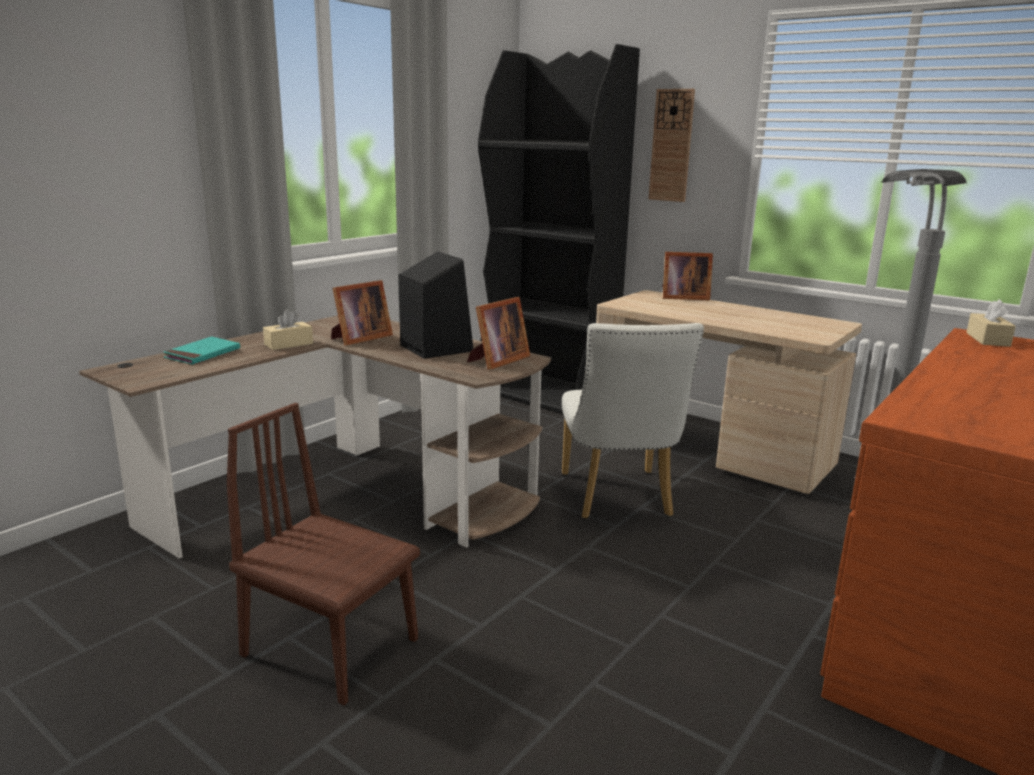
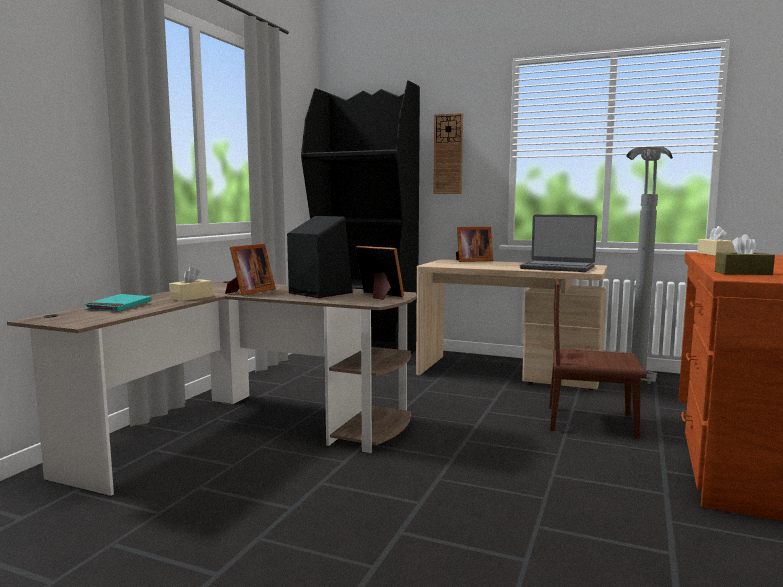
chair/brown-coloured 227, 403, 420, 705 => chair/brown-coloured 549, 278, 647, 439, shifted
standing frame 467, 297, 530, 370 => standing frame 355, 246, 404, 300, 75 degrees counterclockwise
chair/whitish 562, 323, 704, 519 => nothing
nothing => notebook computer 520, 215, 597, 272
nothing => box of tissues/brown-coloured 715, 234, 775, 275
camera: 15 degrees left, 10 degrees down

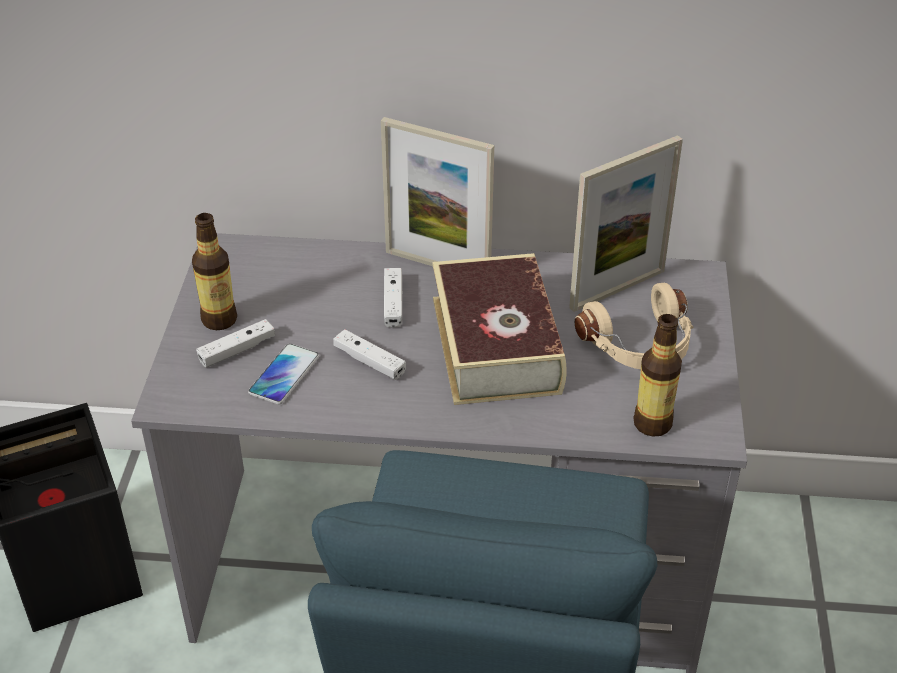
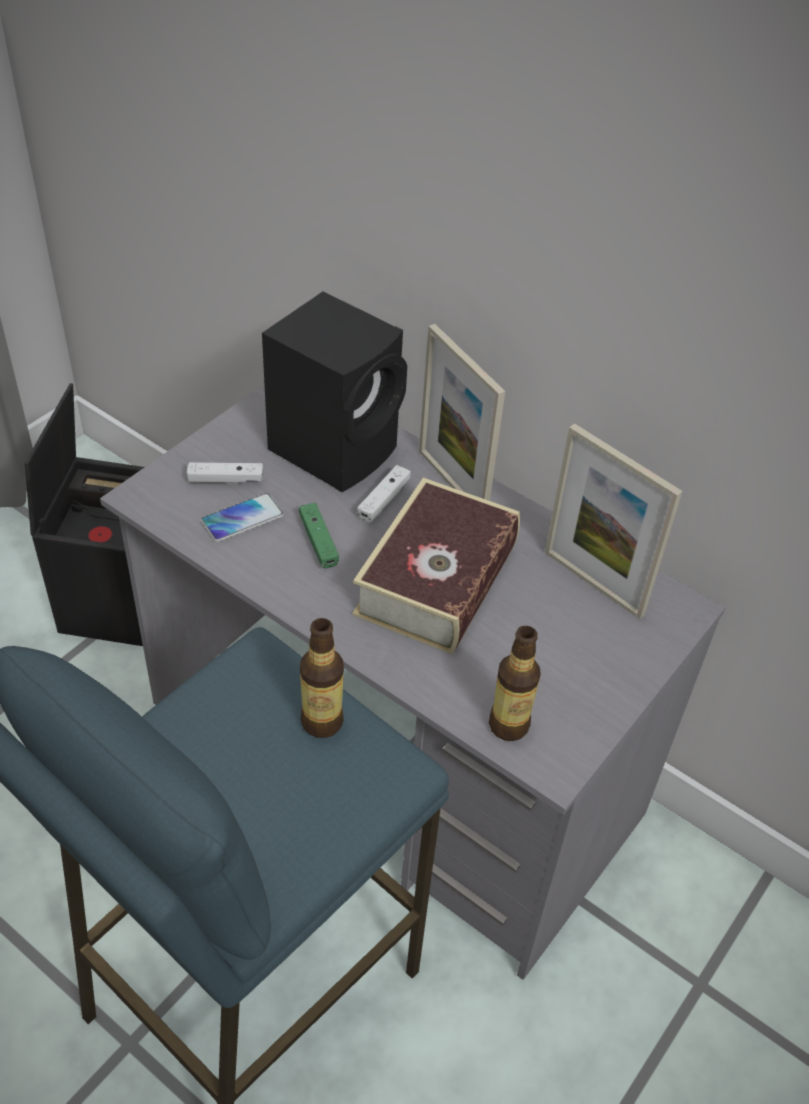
beverage bottle 192, 213, 237, 330 => beverage bottle 300, 618, 344, 738, shifted
joypad/whitish 333, 329, 406, 380 => joypad/green 299, 503, 339, 568
standing frame 569, 135, 683, 312 => standing frame 545, 424, 682, 619, 45 degrees clockwise
headset/beige-coloured 574, 283, 693, 369 => nothing
nothing => audio speaker/black 262, 291, 407, 492
camera: 30 degrees right, 5 degrees up

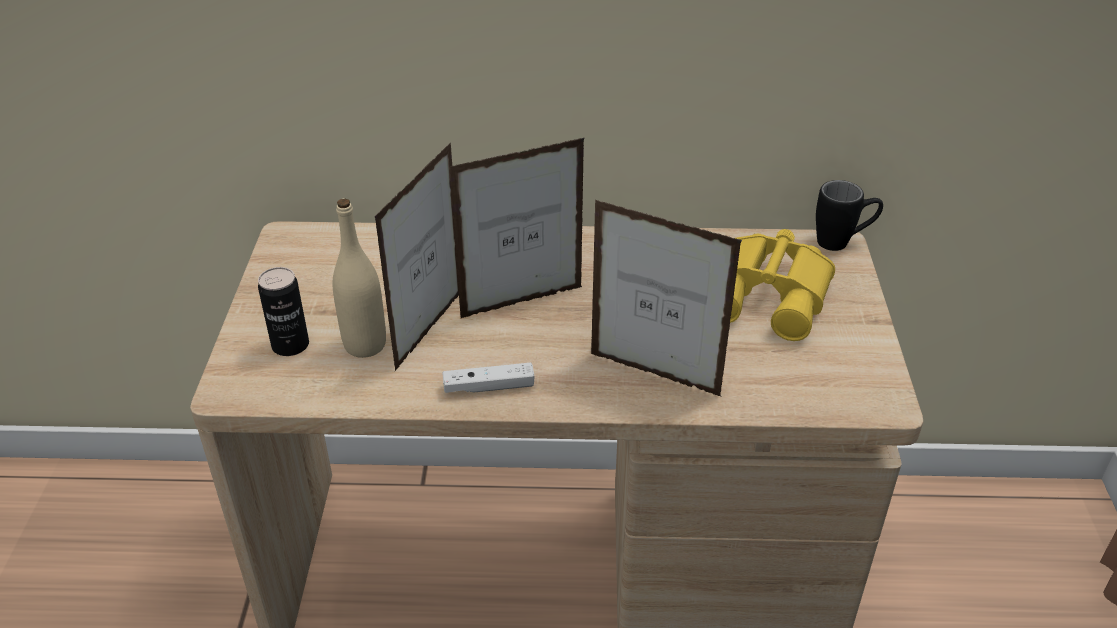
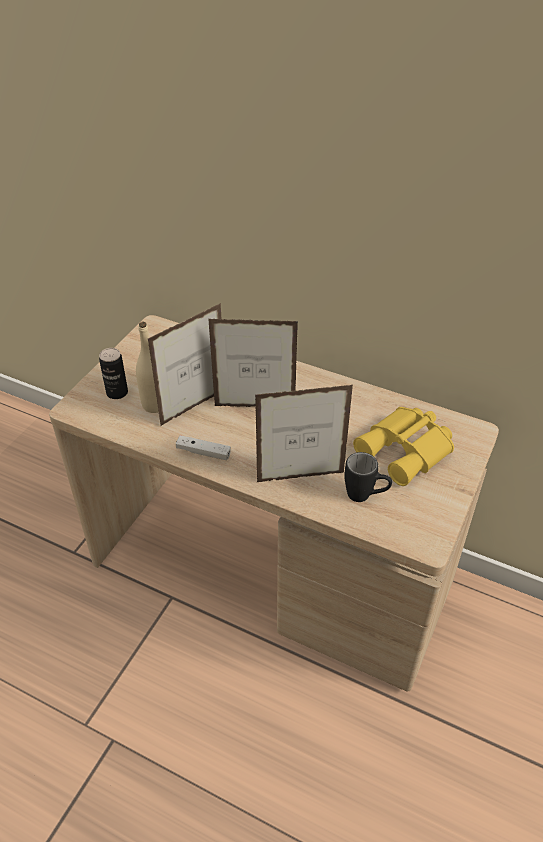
standing frame 591, 200, 742, 397 => standing frame 255, 385, 353, 482, 120 degrees clockwise
tea mug/black 816, 180, 883, 251 => tea mug/black 344, 452, 392, 502, shifted
camera: 25 degrees right, 5 degrees up

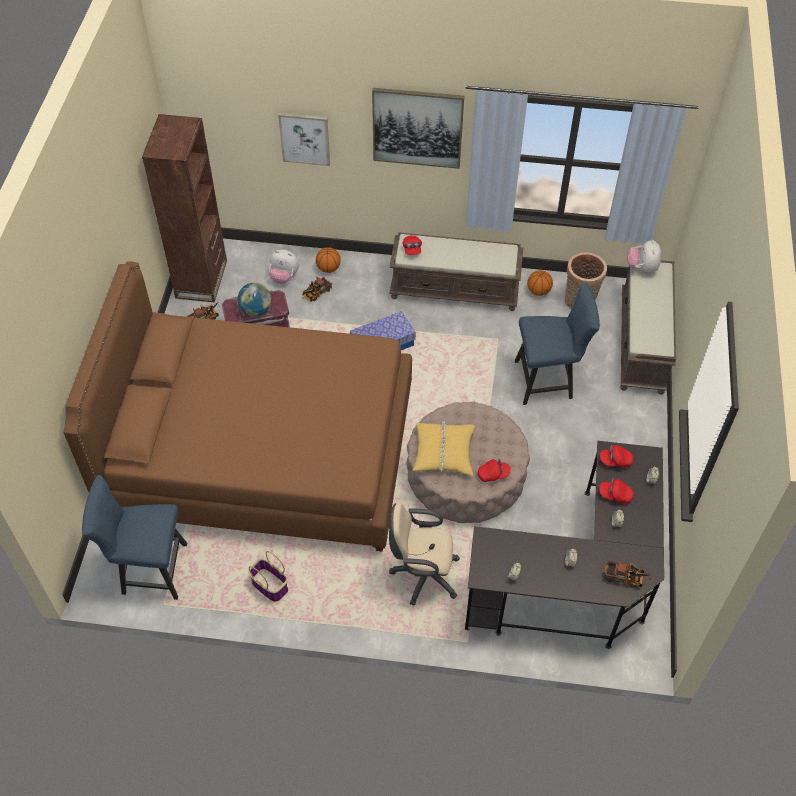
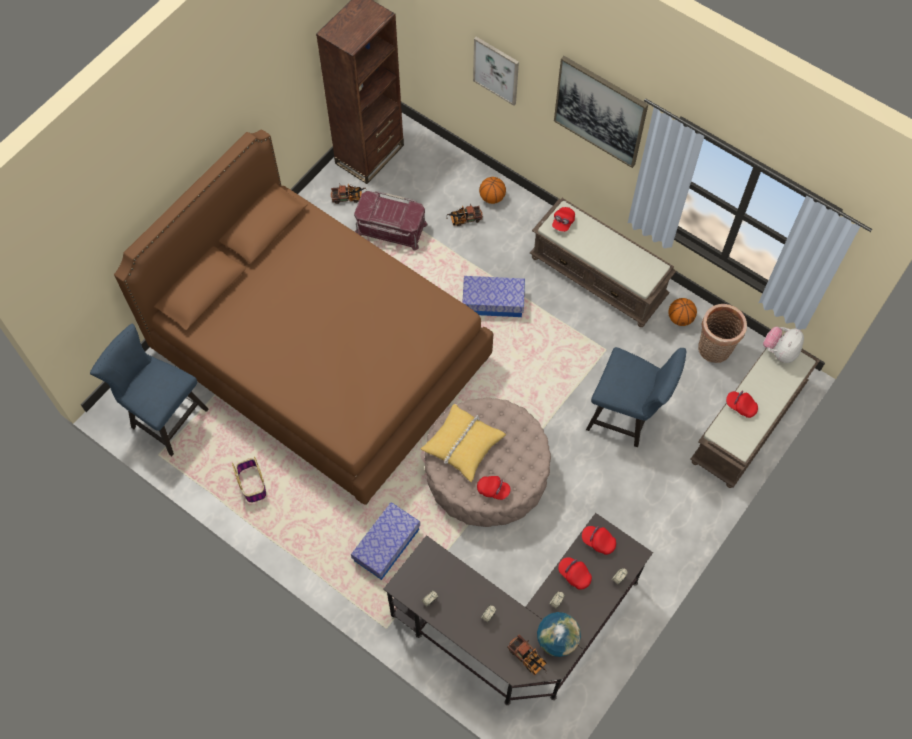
desk globe 238, 283, 271, 316 => desk globe 537, 612, 581, 657, shifted
plush toy 269, 250, 299, 284 => nothing
computer chair/beige-coloured 389, 503, 460, 606 => storage bin 351, 502, 420, 580
nothing => cap/red-coloured 726, 391, 758, 418
camera: 30 degrees right, 10 degrees up

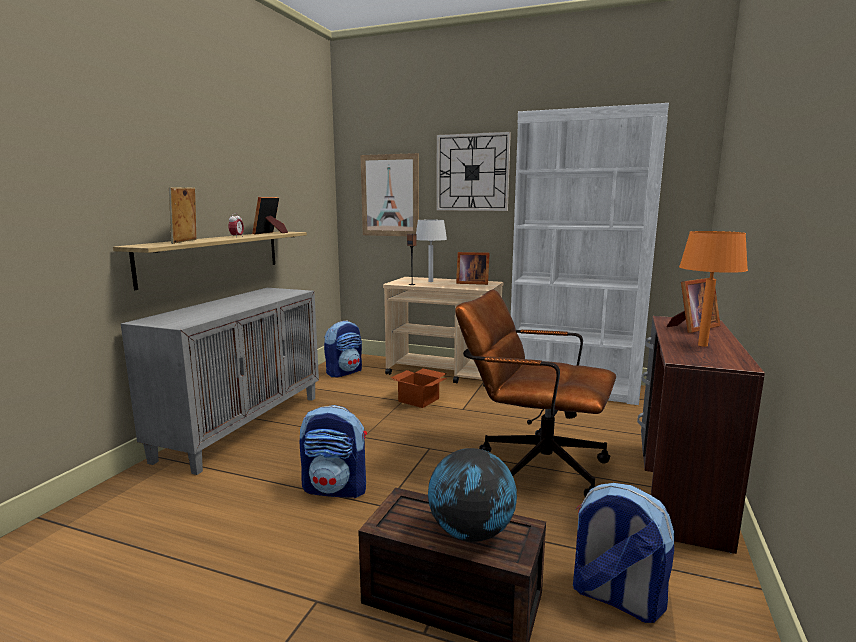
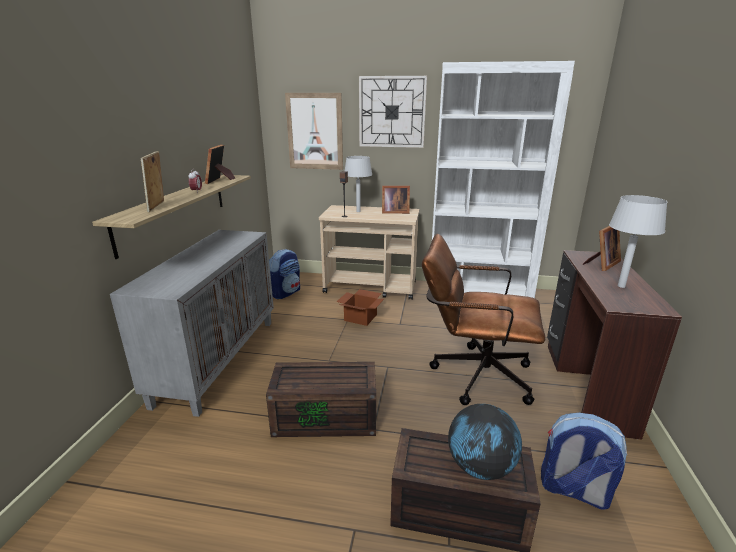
knapsack 300, 405, 367, 498 => storage bin/brown-coloured 266, 362, 376, 437
tabletop lamp/orange-coloured 679, 231, 748, 347 => tabletop lamp/gray 609, 195, 668, 288
camera: 10 degrees left, 10 degrees up

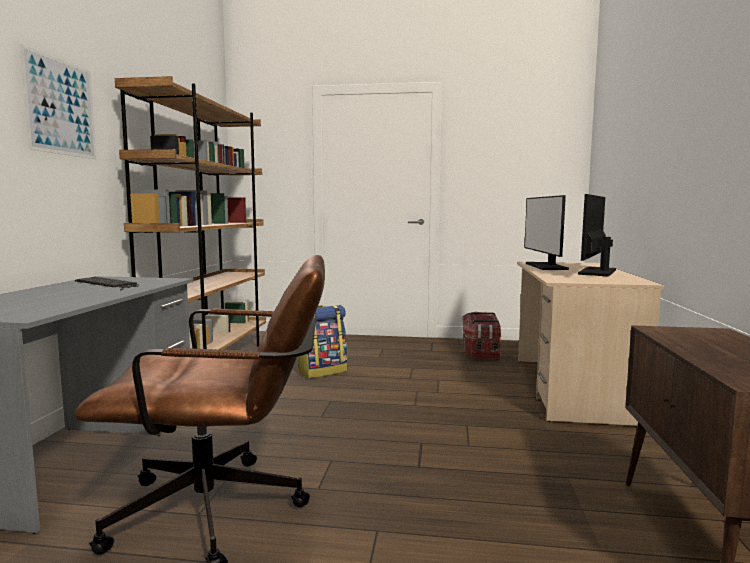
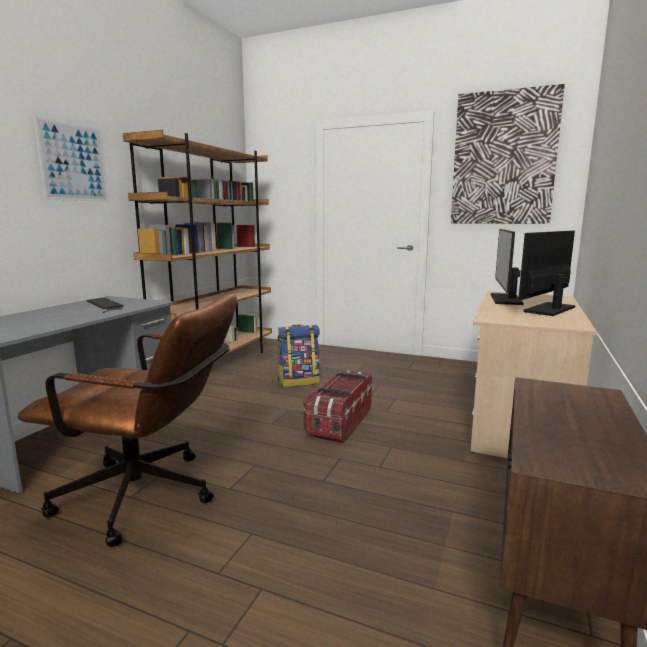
storage bin 462, 311, 501, 360 => storage bin 303, 370, 372, 444, shifted
nothing => wall picture 451, 84, 565, 224
camera: 15 degrees right, 5 degrees up

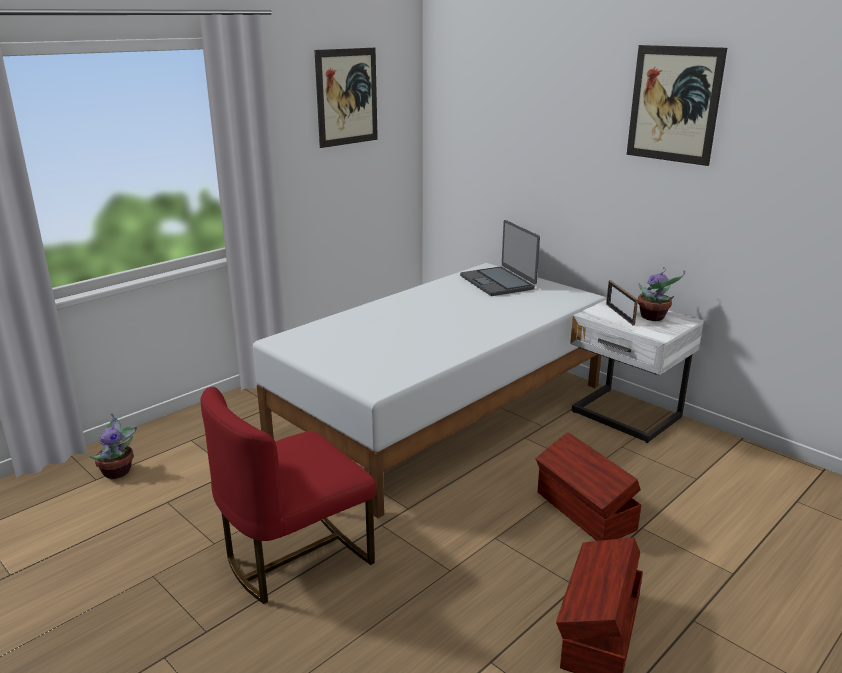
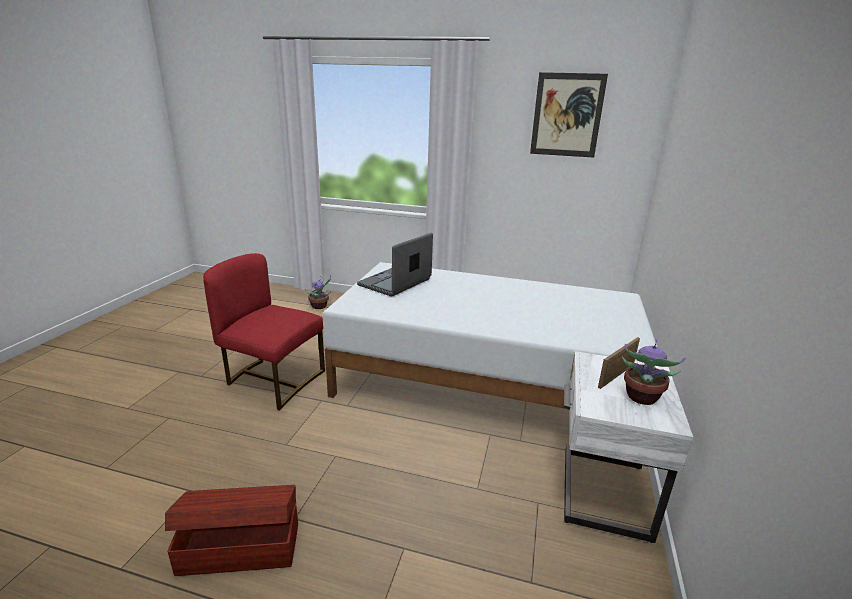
notebook computer 460, 220, 540, 296 => notebook computer 357, 233, 433, 297, shifted
storage bin/brown-coloured 535, 432, 642, 541 => nothing
wall picture 627, 45, 727, 166 => nothing
camera: 60 degrees right, 0 degrees up

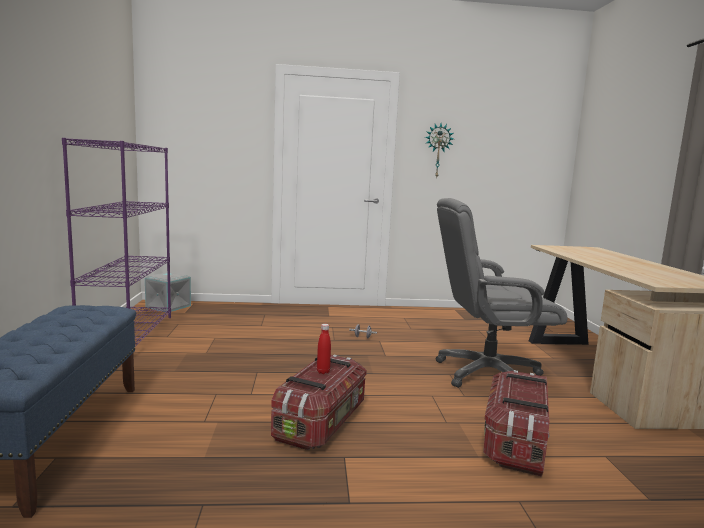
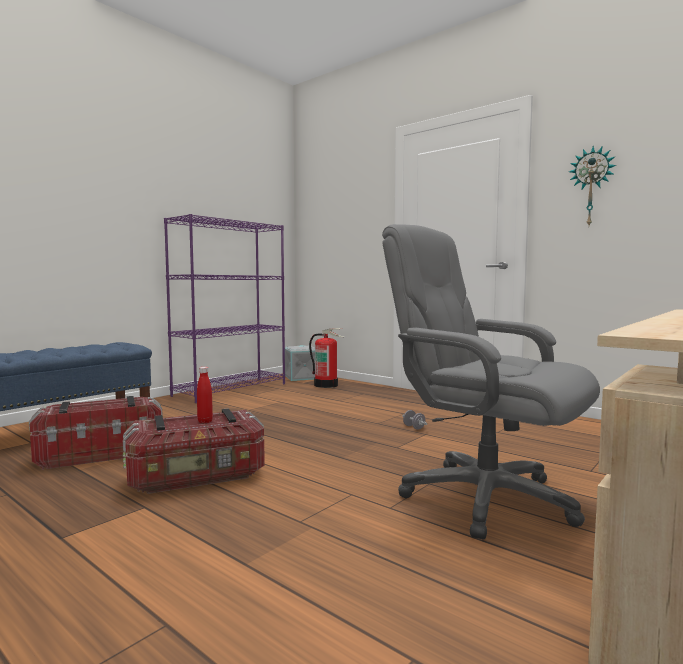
storage bin 483, 370, 549, 477 => storage bin 29, 396, 163, 470, shifted
nothing => extinguisher 309, 328, 343, 388
camera: 45 degrees right, 5 degrees down

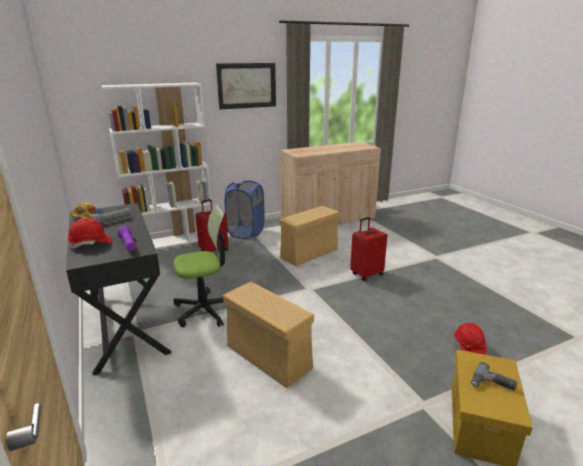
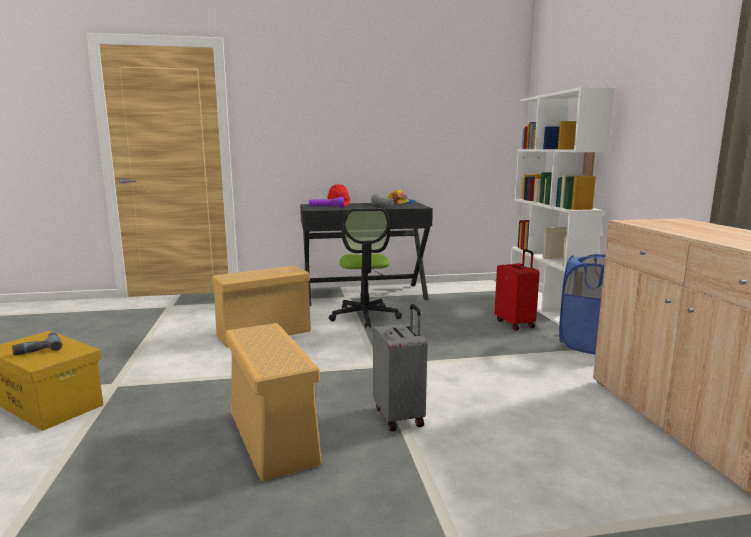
wall picture 216, 63, 276, 109 => nothing
storage bin/beige-coloured 279, 206, 339, 267 => storage bin/beige-coloured 225, 323, 322, 482, shifted
travel case/red-coloured 350, 217, 387, 281 => travel case/gray 373, 304, 427, 432
hard hat/red-coloured 454, 323, 487, 355 => nothing
camera: 105 degrees right, 10 degrees down

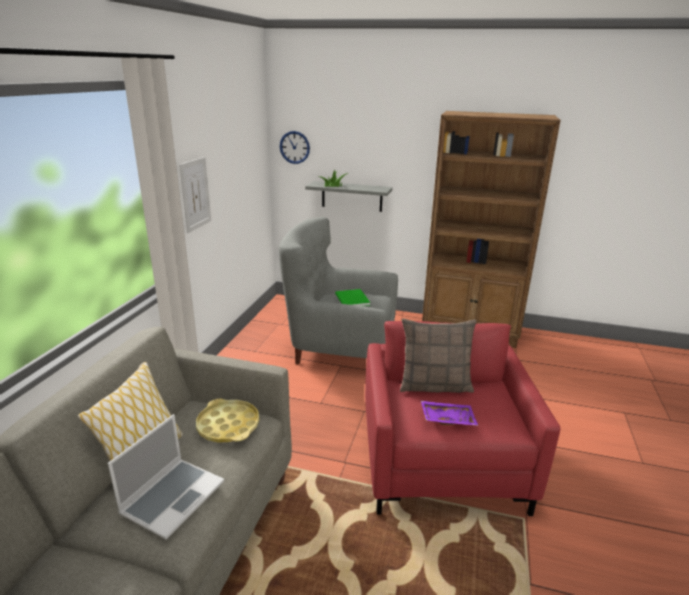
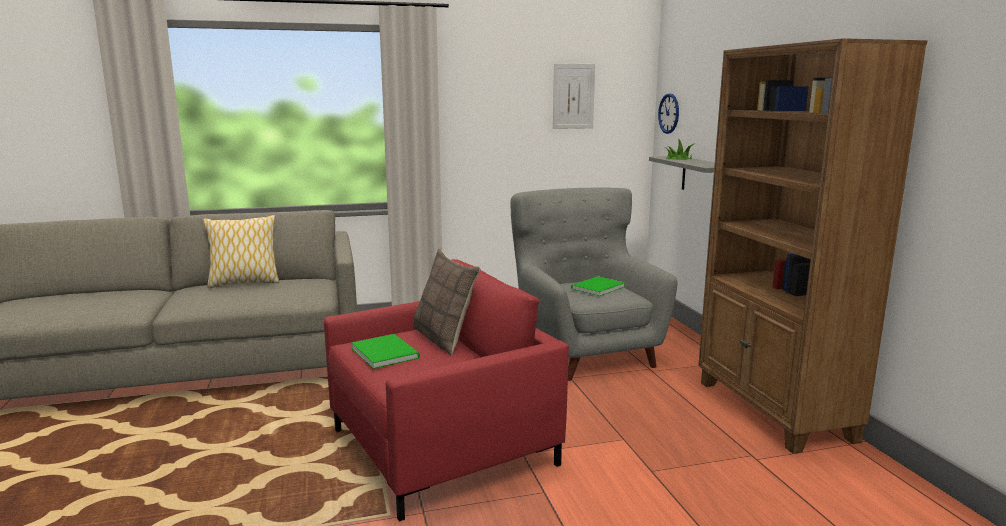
notebook computer 108, 414, 224, 539 => nothing
wall picture 179, 157, 211, 233 => wall picture 553, 63, 595, 129, shifted
serving tray/yellow 196, 399, 259, 443 => nothing
serving tray/purplish 421, 401, 478, 426 => bound book/green 351, 334, 420, 369
camera: 60 degrees right, 10 degrees down

